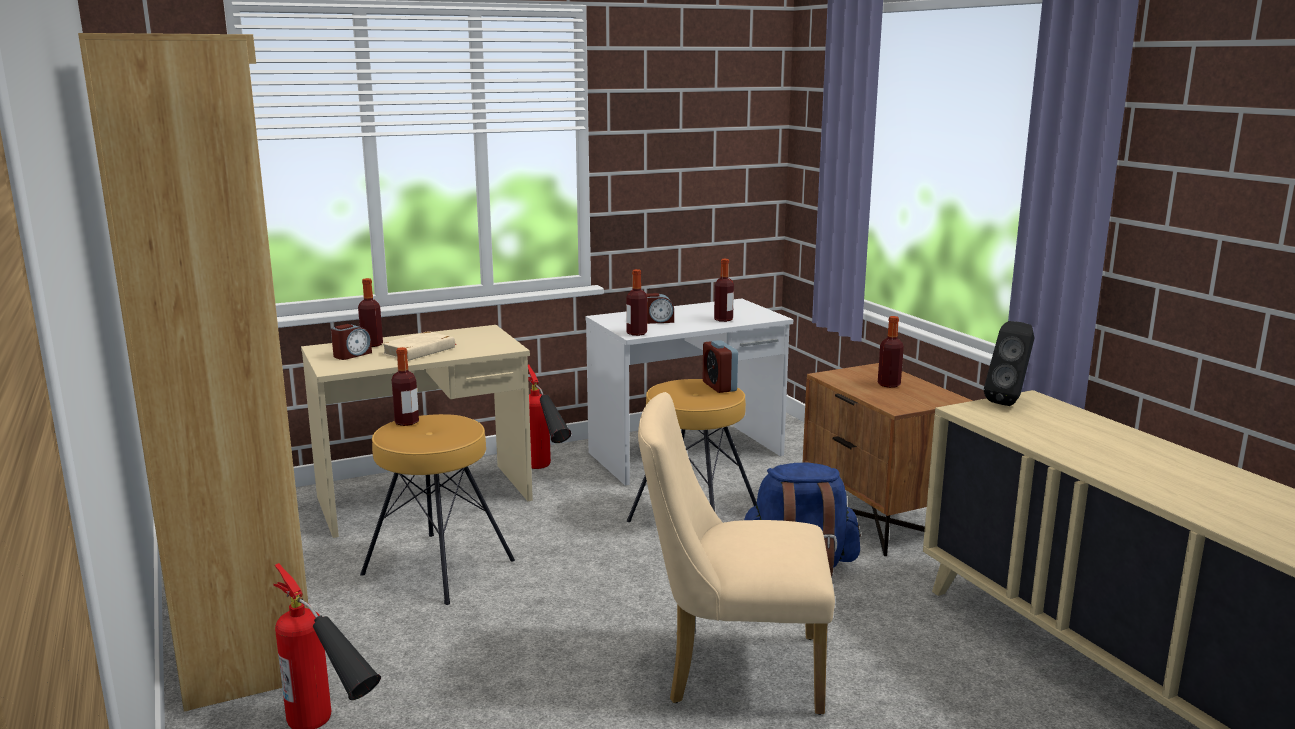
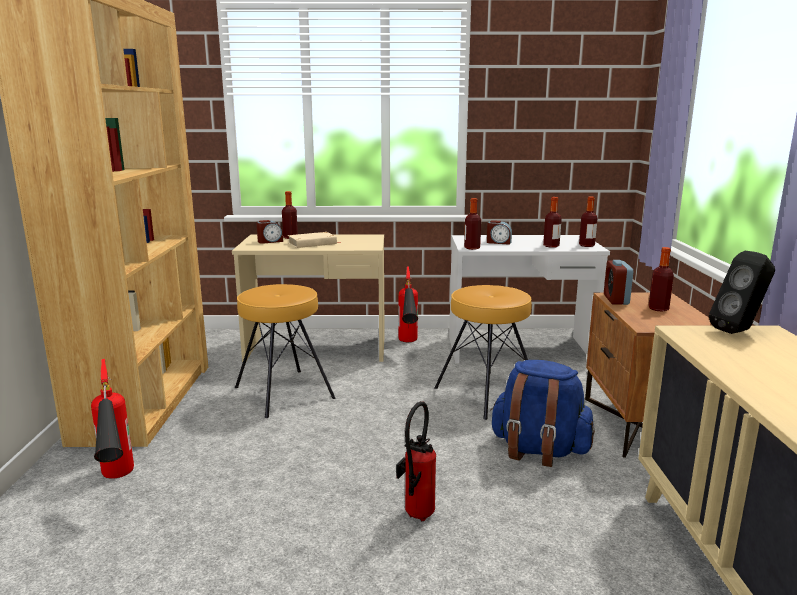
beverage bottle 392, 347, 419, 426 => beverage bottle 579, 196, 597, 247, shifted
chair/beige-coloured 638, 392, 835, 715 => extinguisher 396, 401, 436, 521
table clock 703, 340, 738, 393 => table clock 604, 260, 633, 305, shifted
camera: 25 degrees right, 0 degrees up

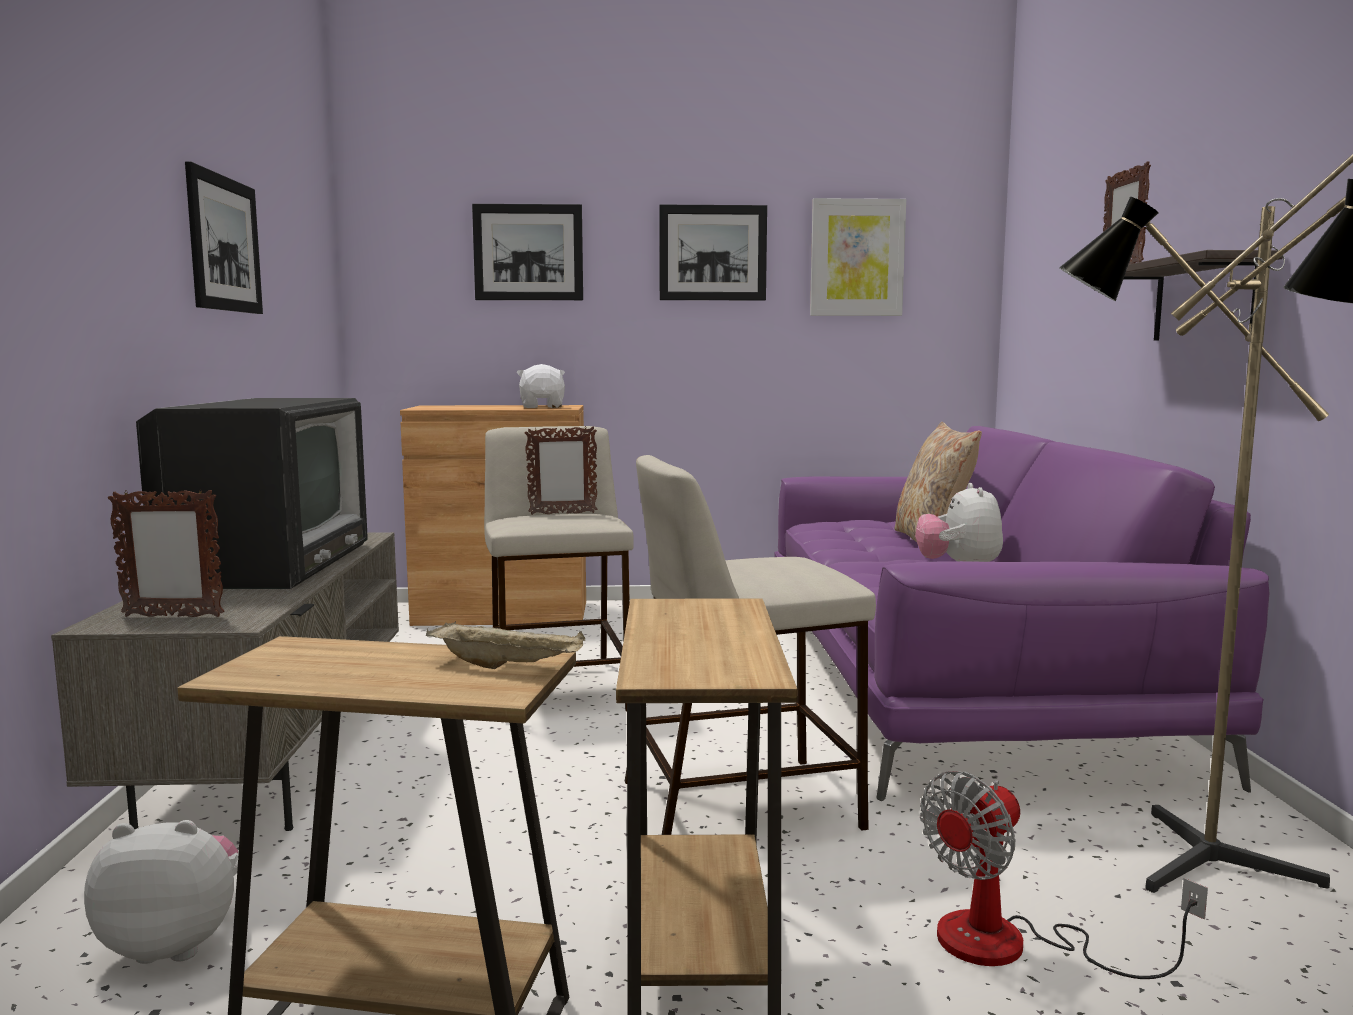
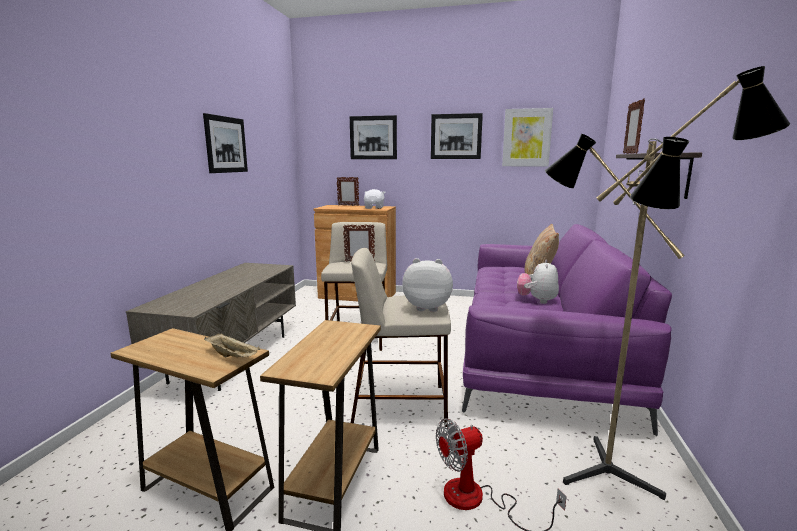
plush toy 84, 820, 238, 964 => plush toy 402, 258, 453, 312, shifted
standing frame 108, 489, 224, 617 => standing frame 336, 177, 359, 206, shifted
TV set 136, 398, 368, 589 => nothing
camera: 15 degrees right, 5 degrees up

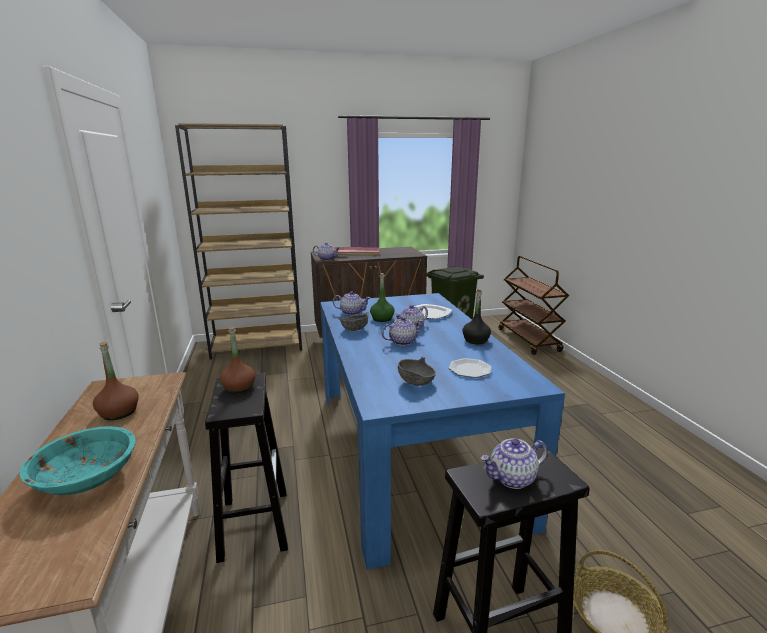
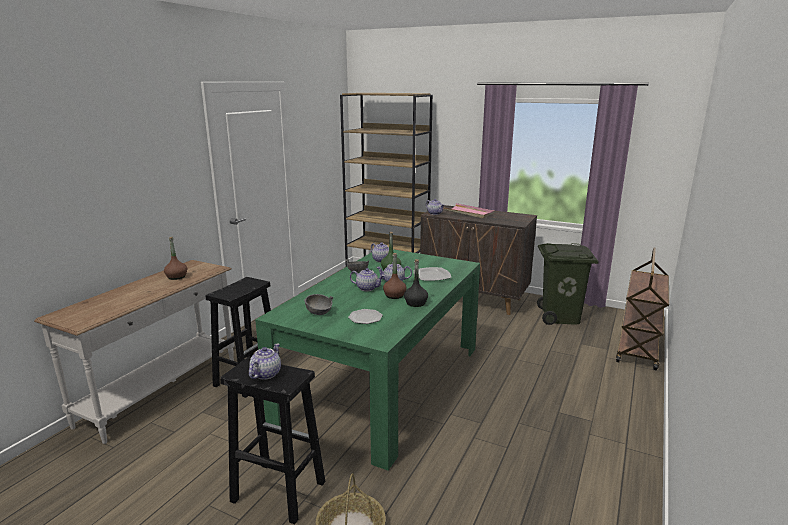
serving bowl/turquoise-coloured 19, 426, 136, 495 => nothing
beverage bottle/brown-coloured 220, 327, 255, 394 => beverage bottle/brown-coloured 383, 253, 407, 299, shifted
dinner table/bluish 320, 293, 565, 569 => dinner table/green 255, 250, 480, 471
pot for tea 481, 438, 548, 489 => pot for tea 249, 344, 281, 380, 90 degrees clockwise
camera: 40 degrees right, 0 degrees up

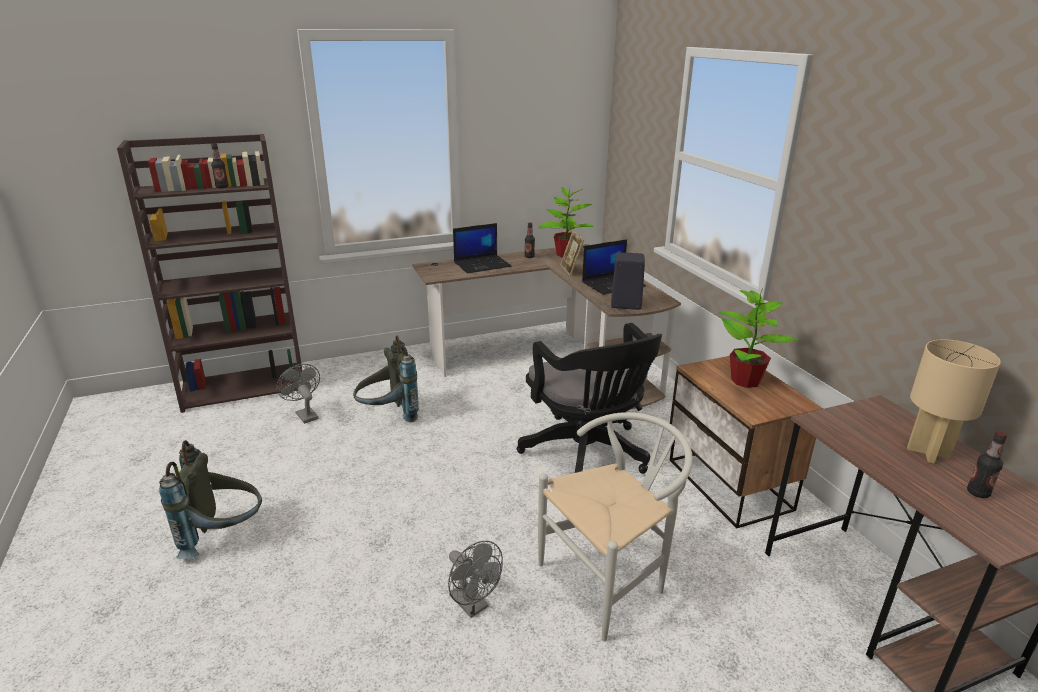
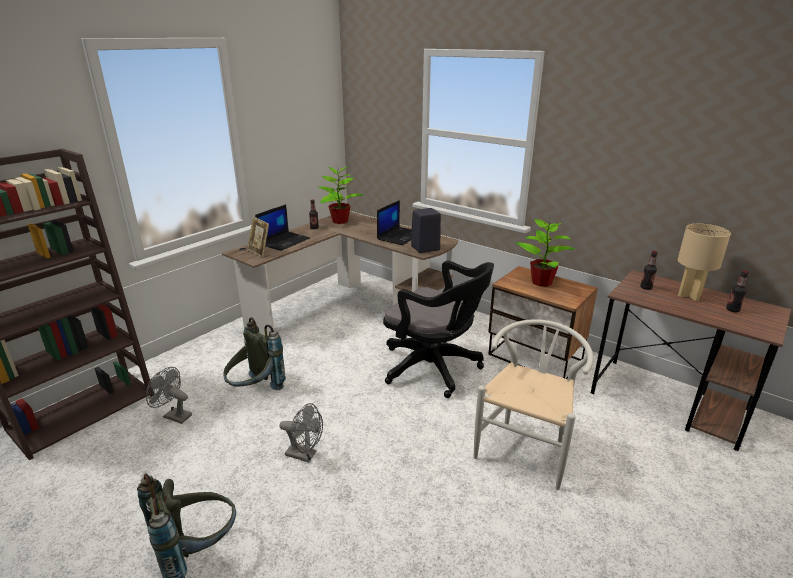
beverage bottle 211, 143, 228, 188 => beverage bottle 640, 251, 658, 290, shifted
electric fan/gray 448, 541, 503, 618 => electric fan/gray 279, 403, 323, 462, shifted
standing frame 560, 230, 584, 276 => standing frame 247, 216, 269, 258, shifted
camera: 30 degrees left, 0 degrees up

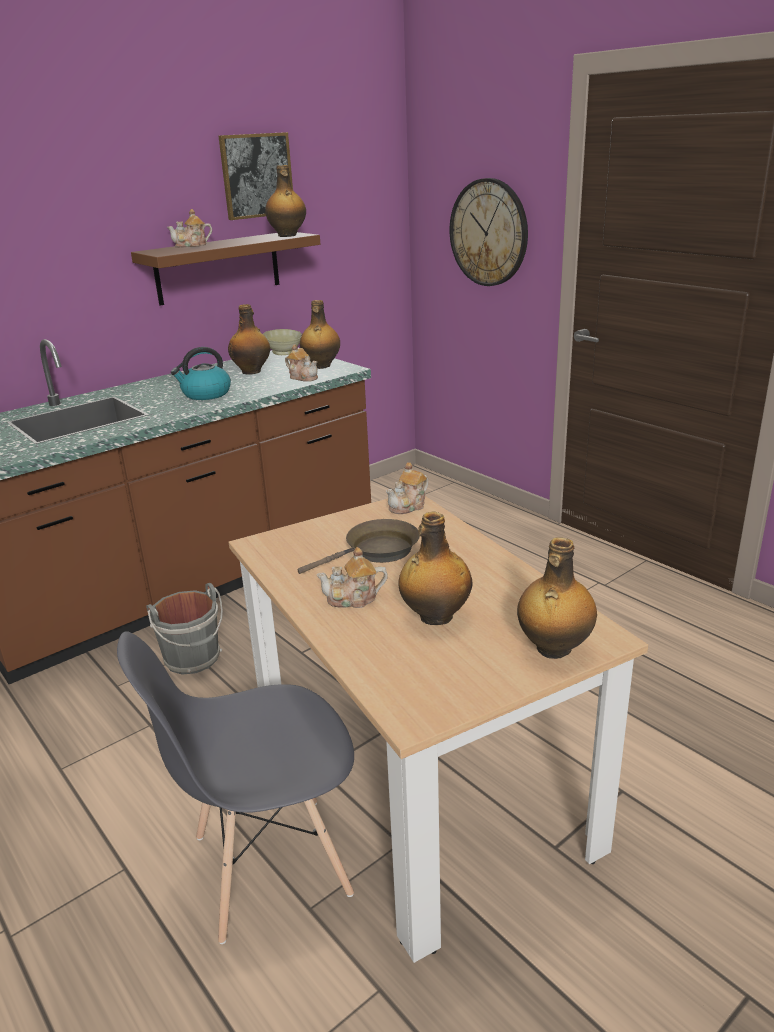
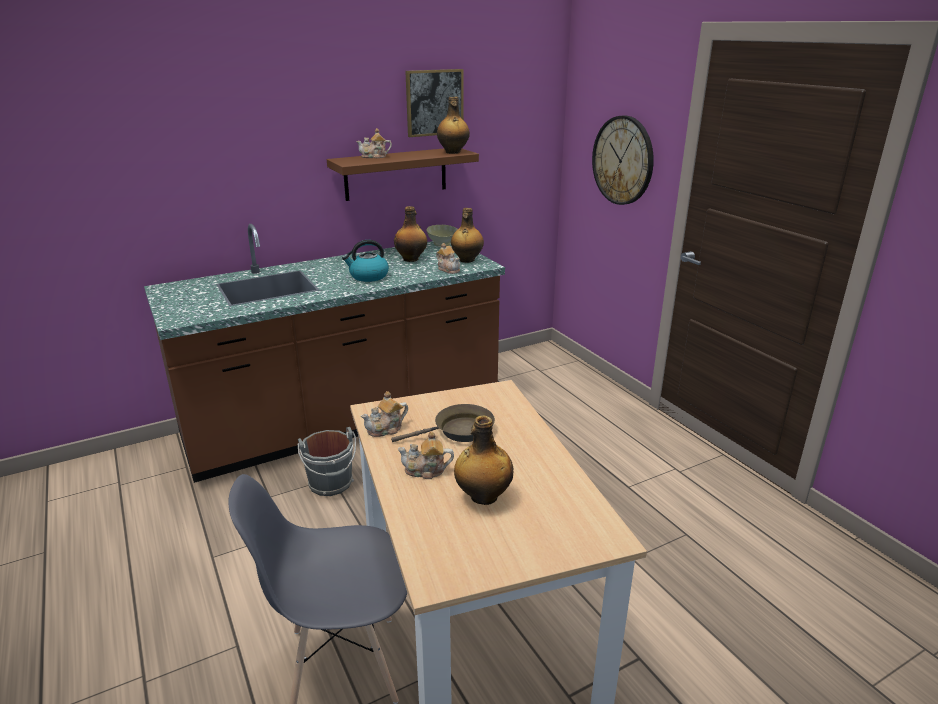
pot for tea 386, 462, 429, 514 => pot for tea 361, 391, 408, 437, shifted
beverage bottle 517, 537, 597, 659 => nothing
camera: 10 degrees right, 0 degrees up

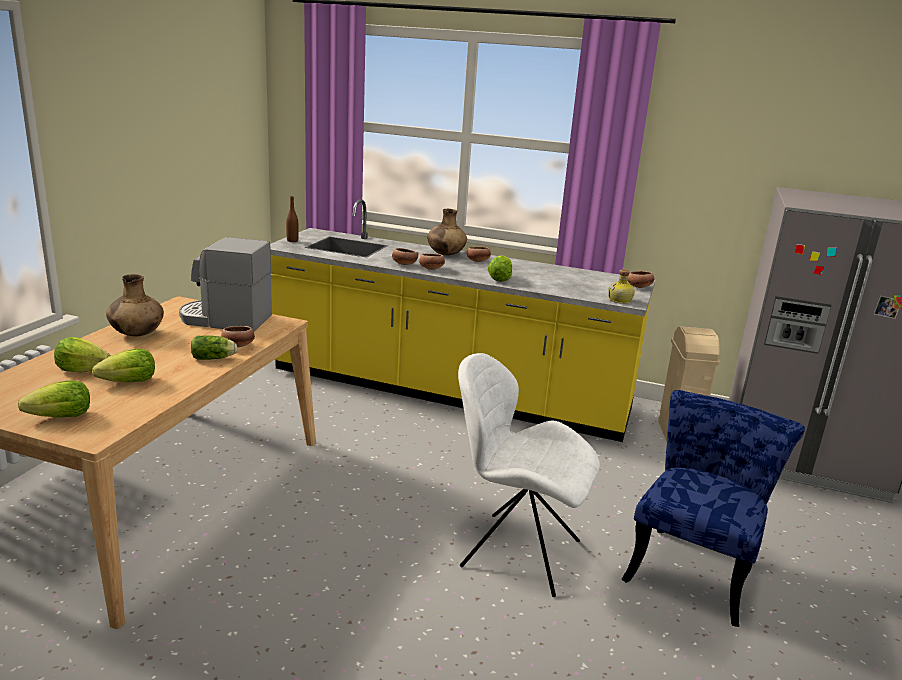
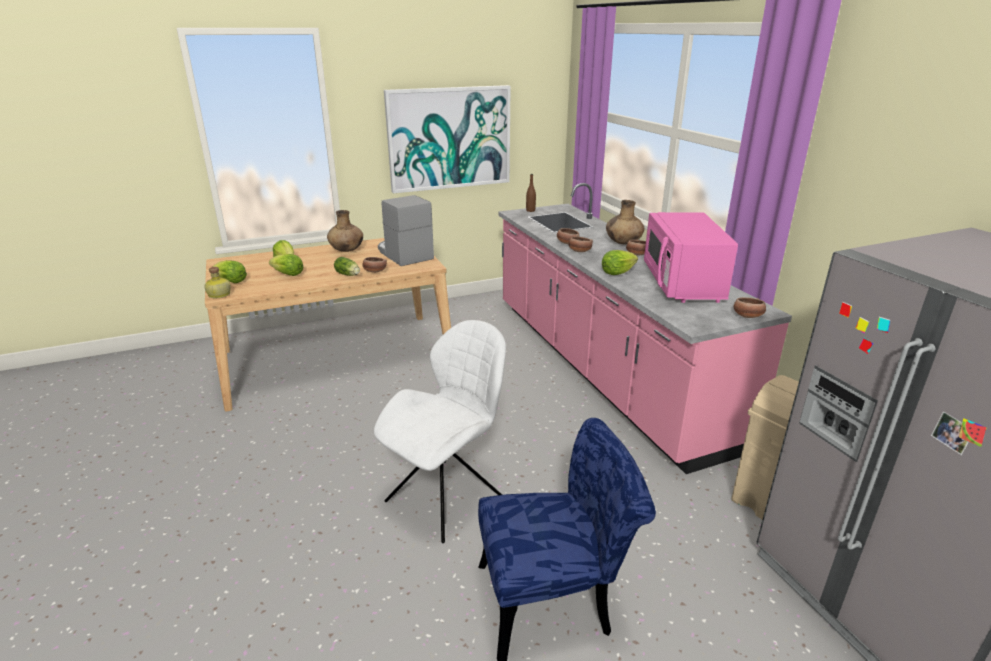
kitchen base unit/yellow 270, 199, 655, 442 => kitchen base unit/pink-coloured 498, 183, 792, 474
chair/whitish 458, 353, 600, 597 => chair/whitish 374, 320, 506, 543, 60 degrees clockwise
beverage bottle 608, 269, 635, 304 => beverage bottle 204, 267, 231, 298, shifted
nothing => wall picture 384, 85, 511, 193
nothing => microwave/pink-coloured 644, 212, 738, 303
camera: 50 degrees right, 5 degrees up

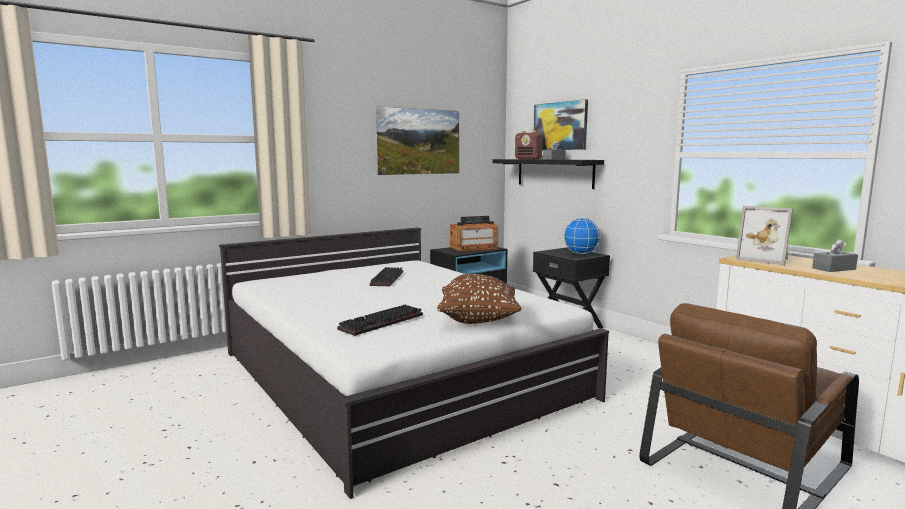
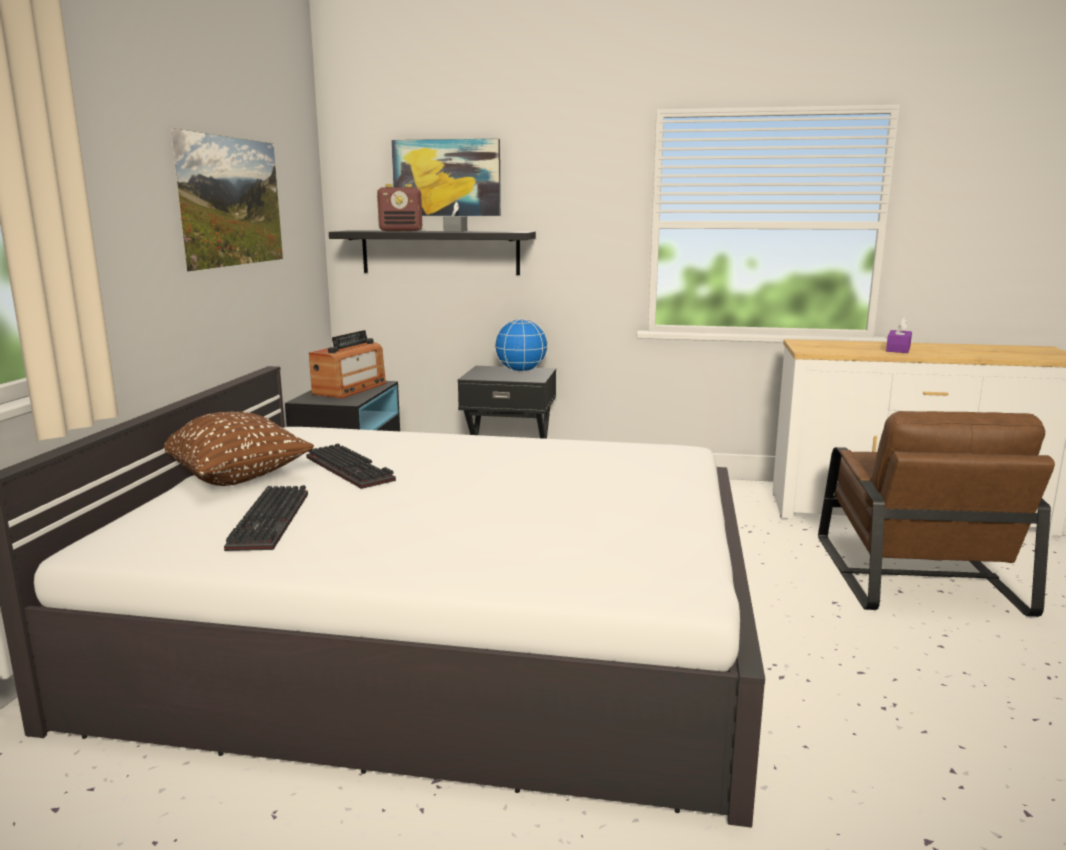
keyboard 337, 305, 423, 336 => keyboard 224, 485, 308, 551, shifted
cushion/brown-coloured 437, 274, 522, 324 => cushion/brown-coloured 164, 412, 314, 486, shifted
standing frame 736, 206, 793, 265 => nothing
box of tissues/gray 812, 239, 858, 272 => box of tissues/purplish 886, 317, 912, 353
camera: 45 degrees left, 5 degrees up

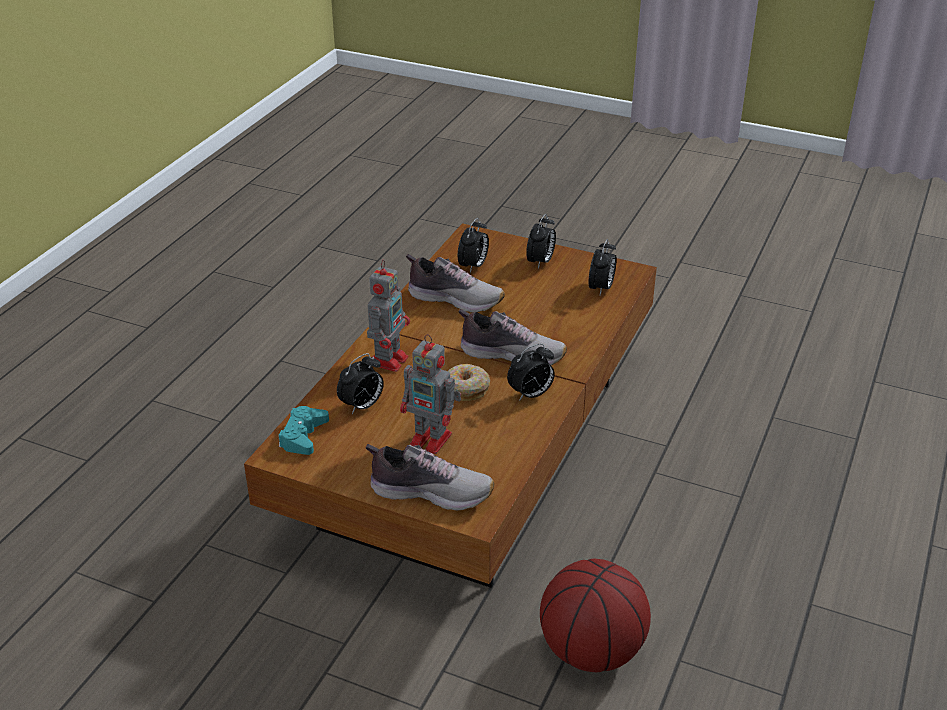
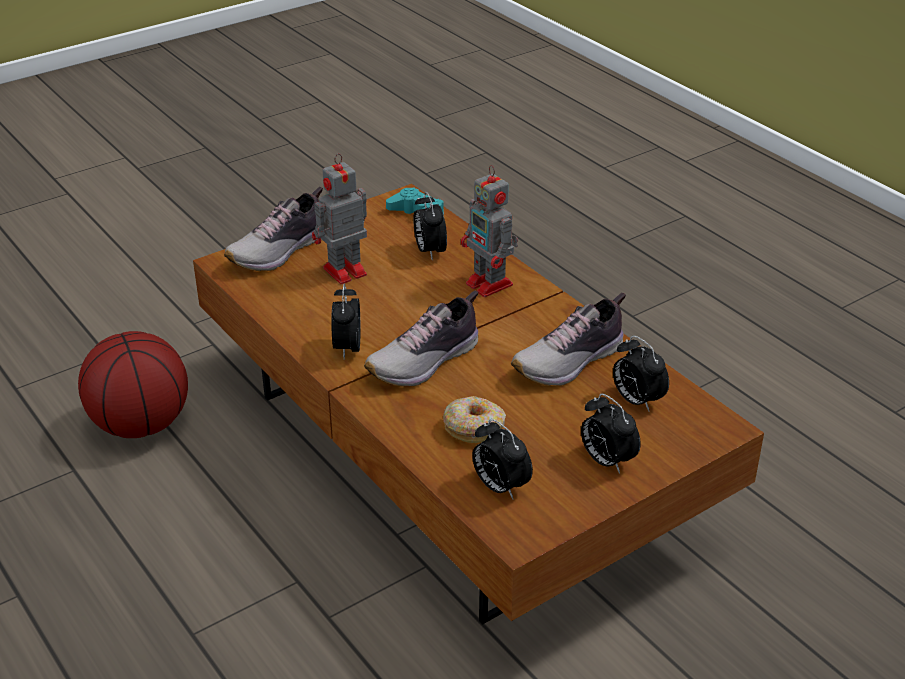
doughnut 448, 364, 490, 401 => doughnut 443, 396, 506, 443, shifted
camera: 120 degrees right, 0 degrees up

